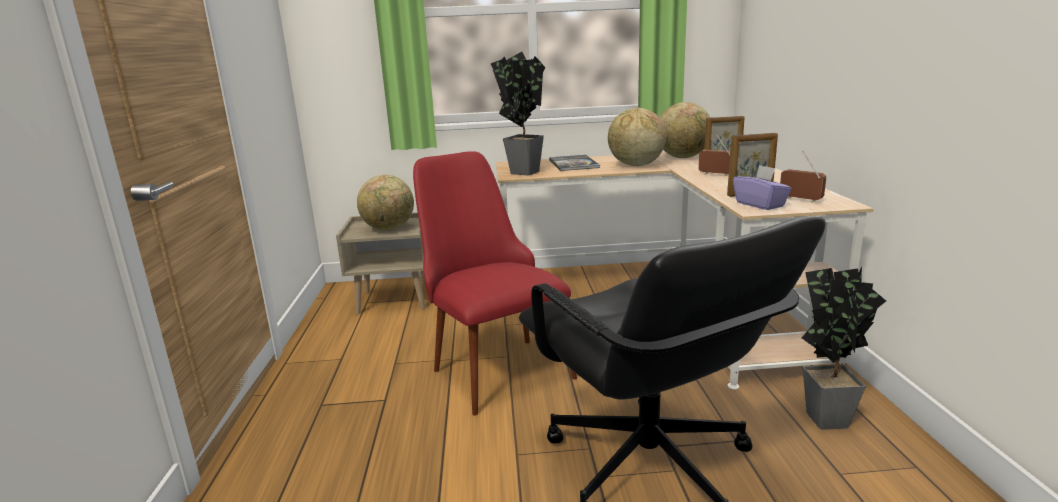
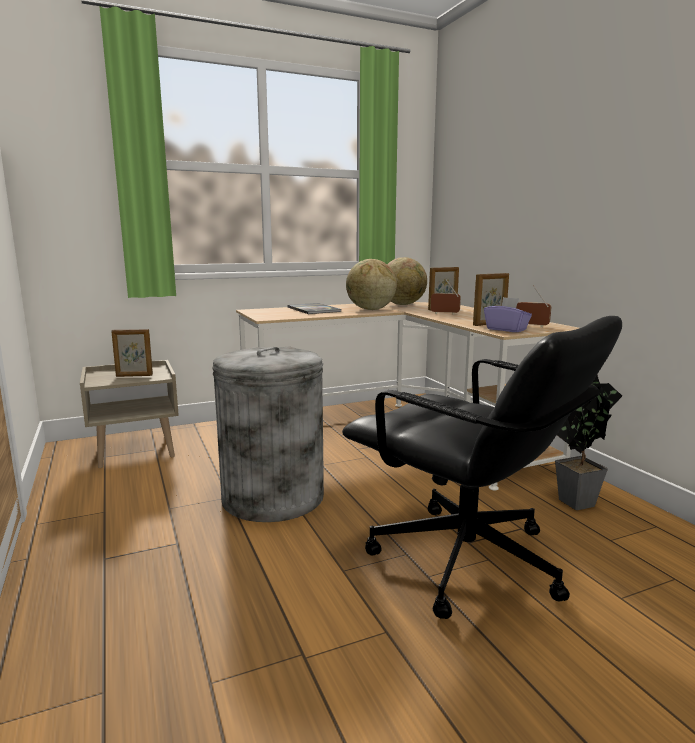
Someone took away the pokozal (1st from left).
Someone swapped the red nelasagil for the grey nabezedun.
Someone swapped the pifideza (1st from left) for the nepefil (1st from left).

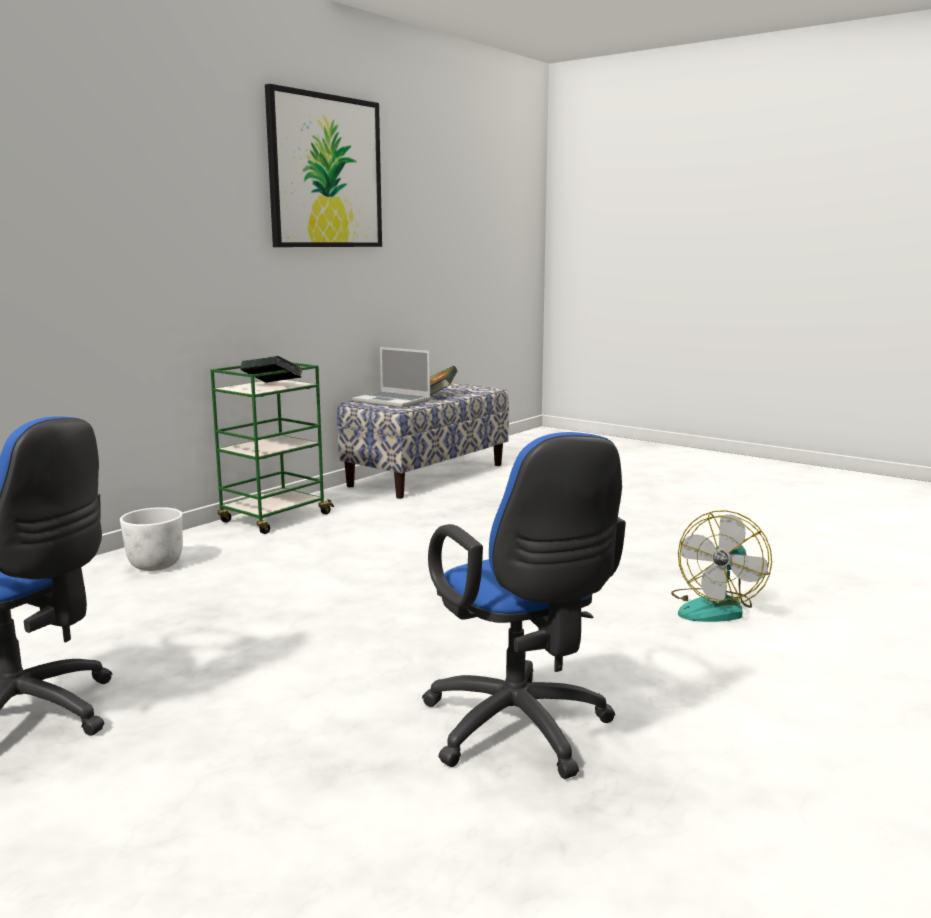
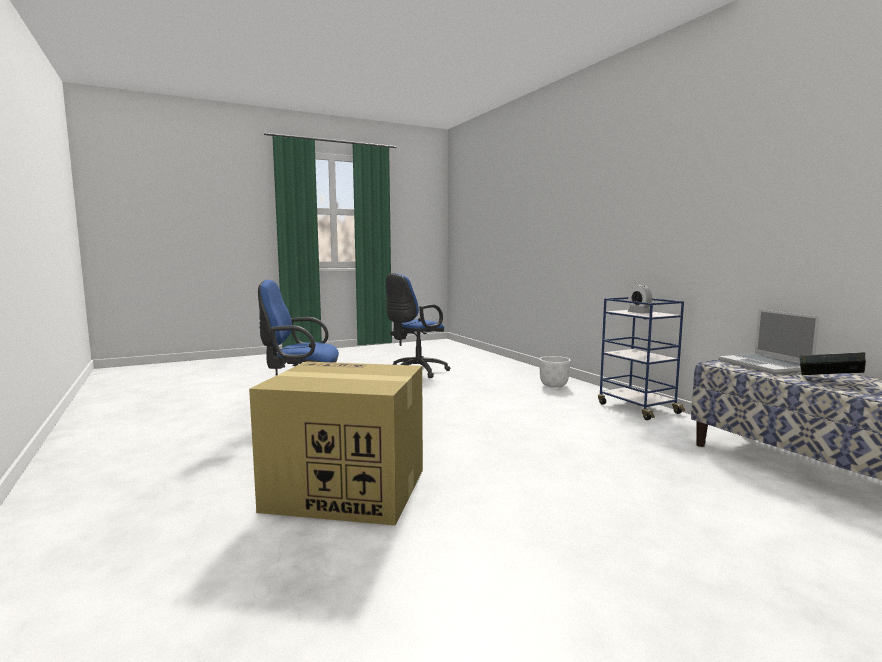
Someone took away the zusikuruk.
Someone rotated the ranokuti by 75 degrees counterclockwise.
Someone swapped the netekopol (1st from left) for the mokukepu.
Someone repainted the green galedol, which became the blue galedol.
Someone swapped the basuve for the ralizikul.

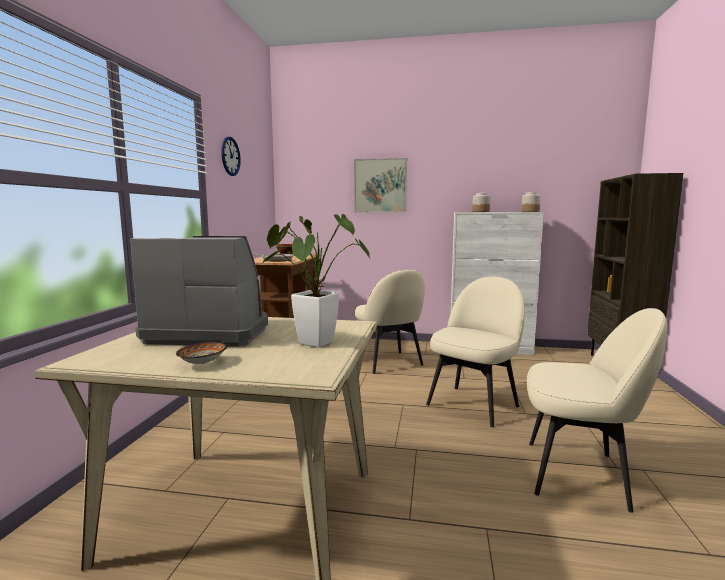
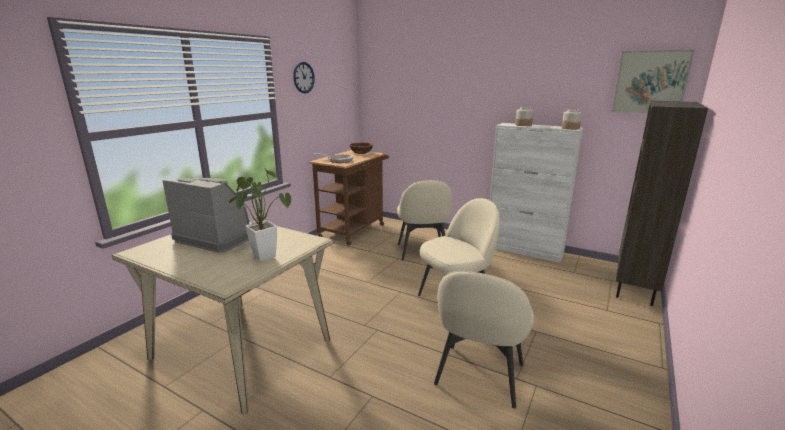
Someone carried the zusikuruk.
Someone rotated the beige nelasagil (3rd from left) by 75 degrees clockwise.
Someone took away the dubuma (1st from left).

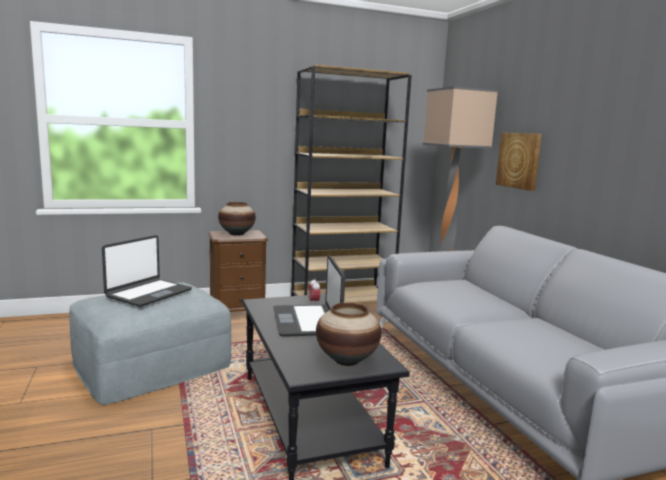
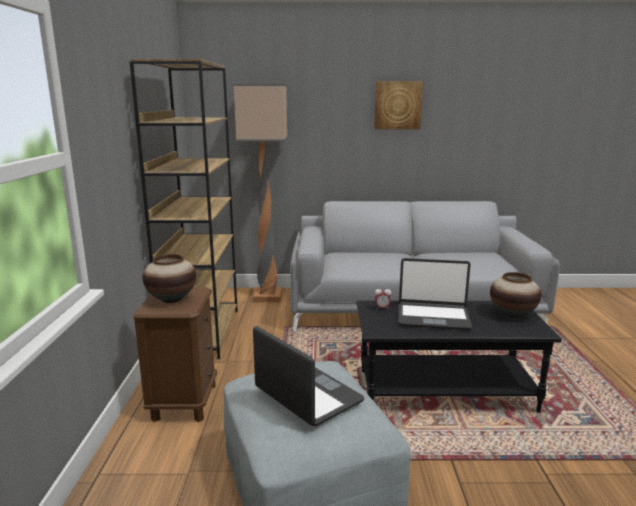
Someone carried the zusikuruk.

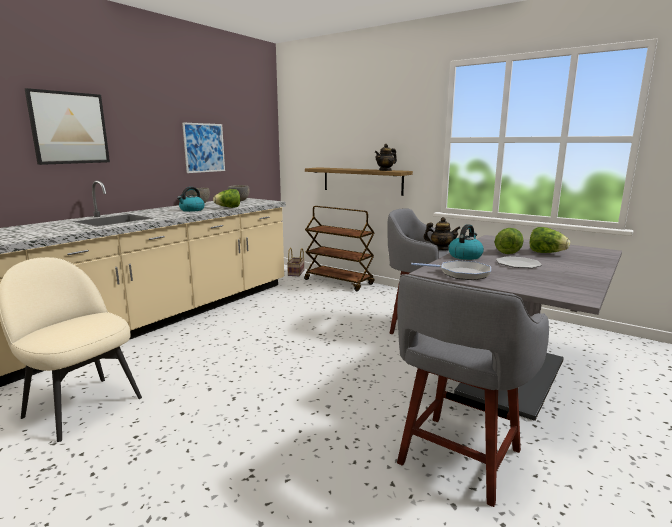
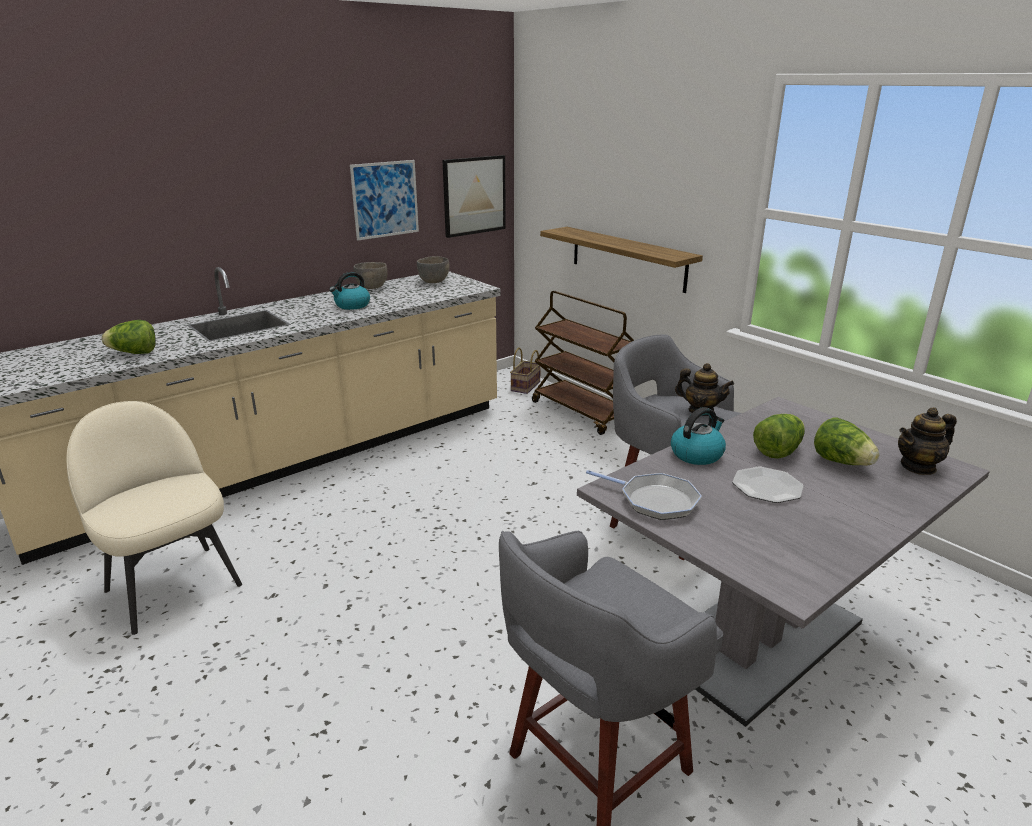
Someone carried the zusikuruk (1st from left in the first image).
Someone carried the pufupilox (1st from left in the first image).
Someone carried the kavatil (1st from left).

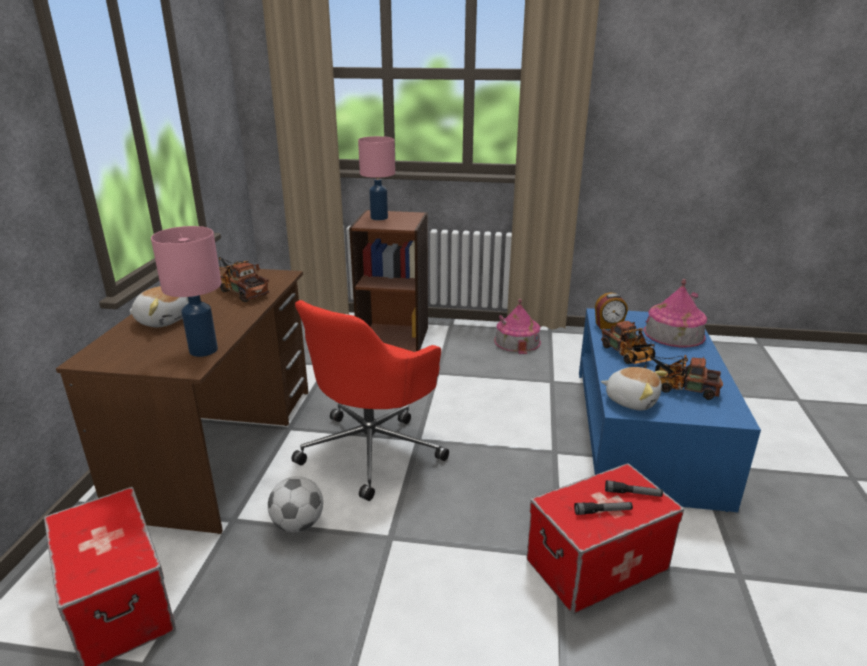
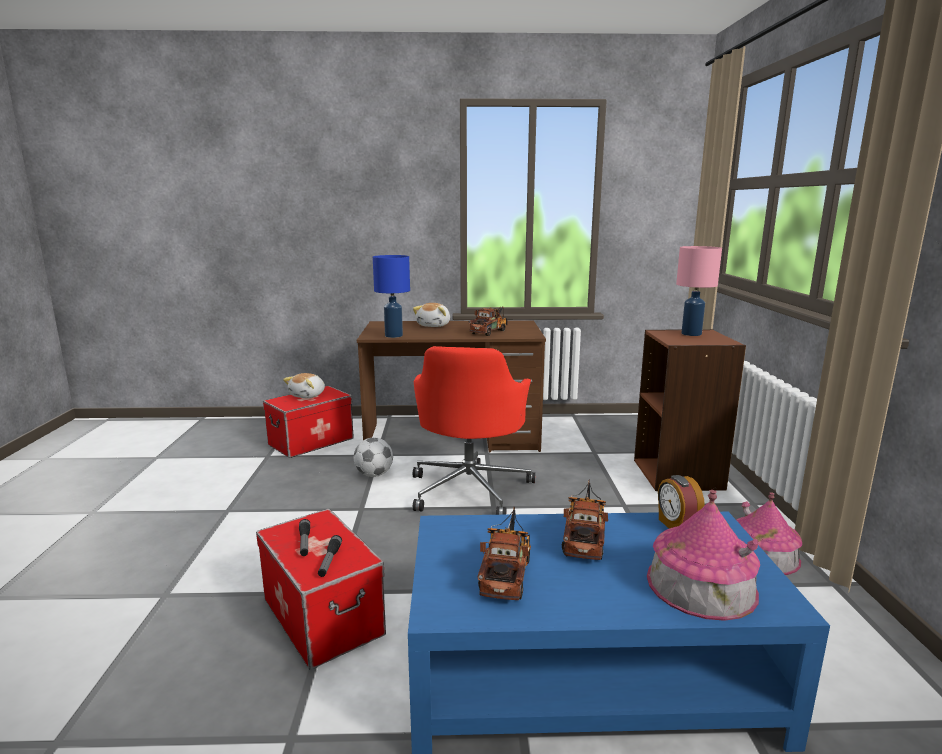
Someone repainted the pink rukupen (1st from left), which became the blue rukupen.
Someone rotated the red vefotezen by 105 degrees counterclockwise.
Someone rotated the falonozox (2nd from left in the first image) by 135 degrees clockwise.
Someone carried the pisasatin (2nd from left in the first image).

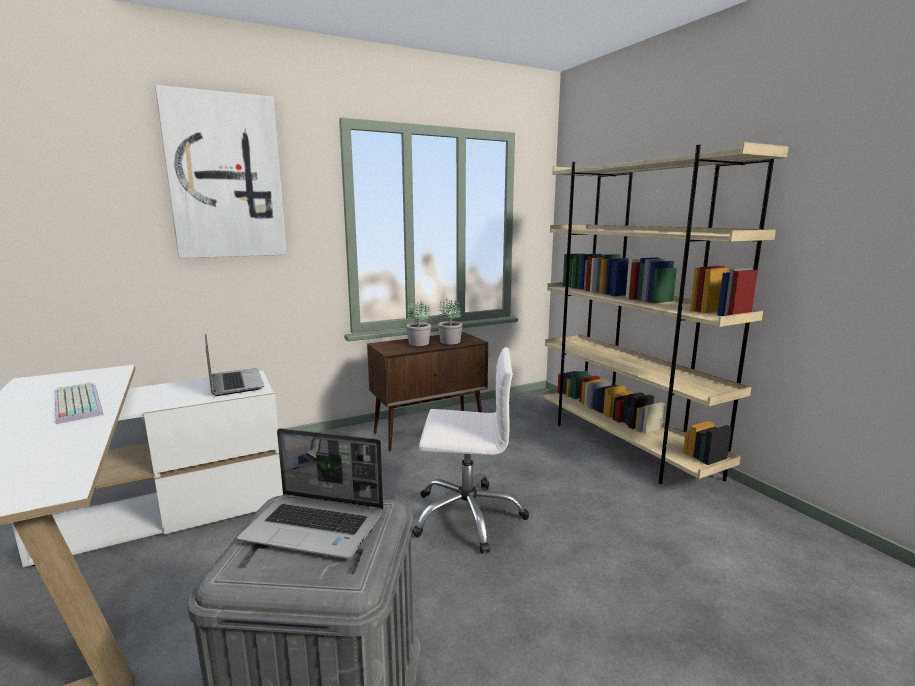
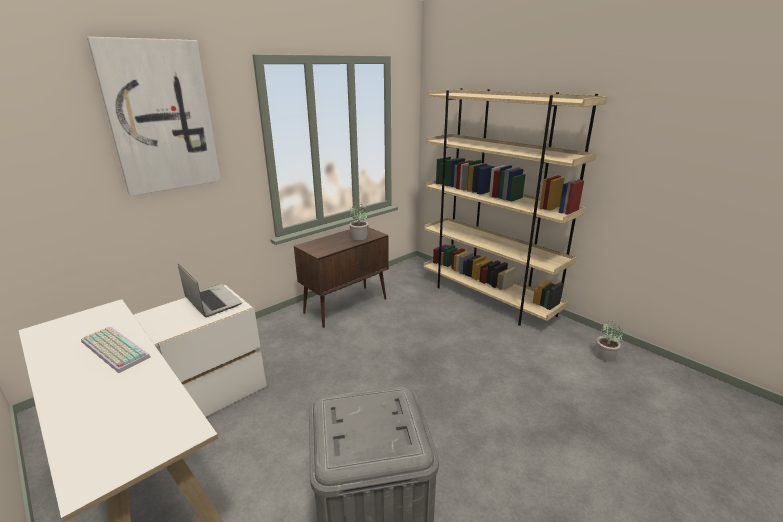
Someone carried the pokozal (1st from left in the first image).
Someone took away the white vefotezen.
Someone took away the ranokuti (2nd from left).

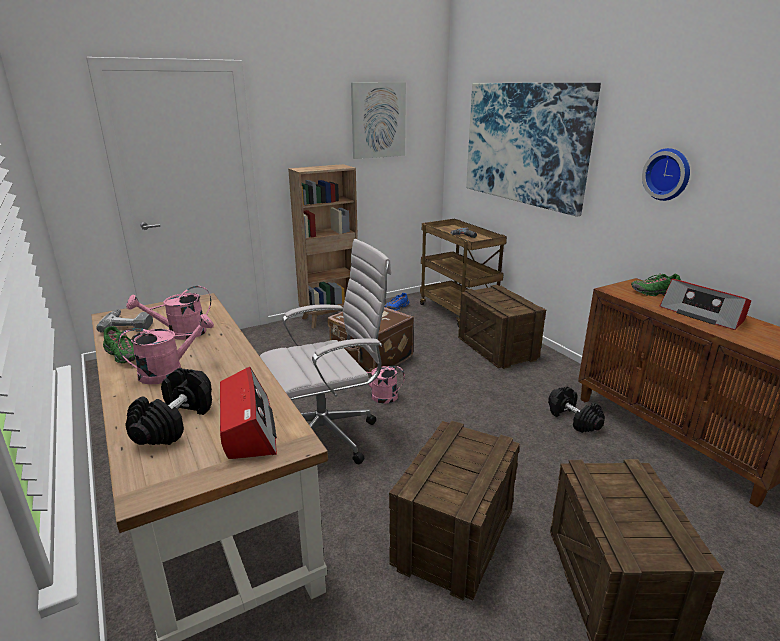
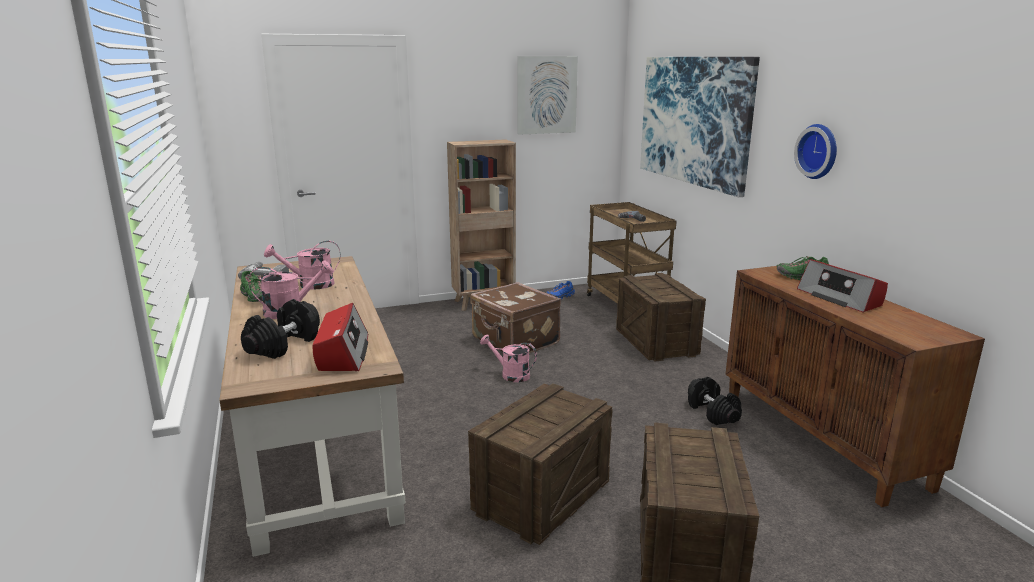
Someone took away the white vefotezen.

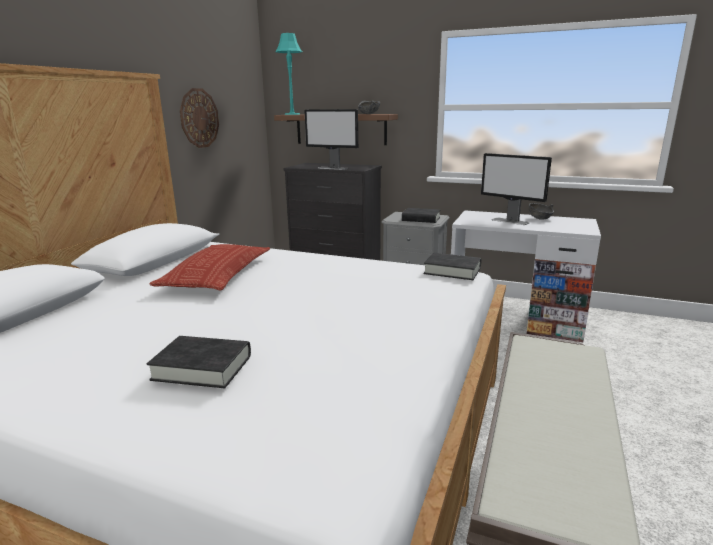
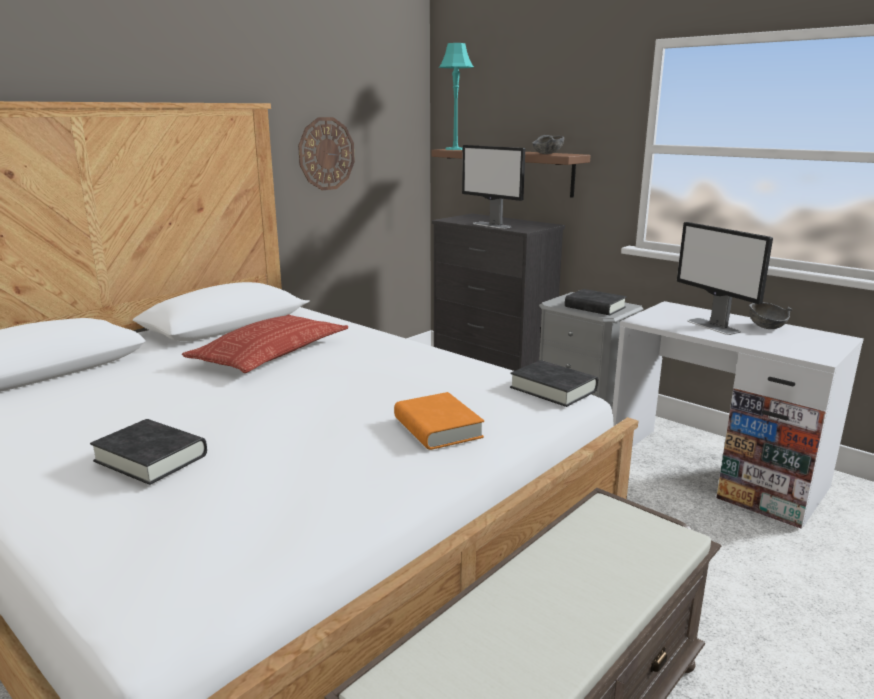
Someone put down the orange netekopol.

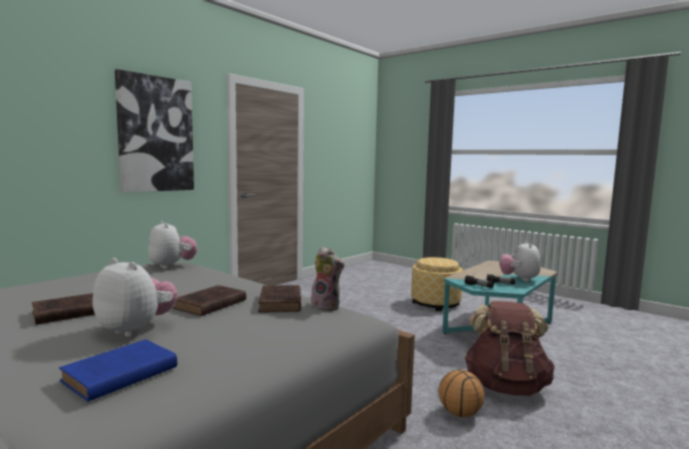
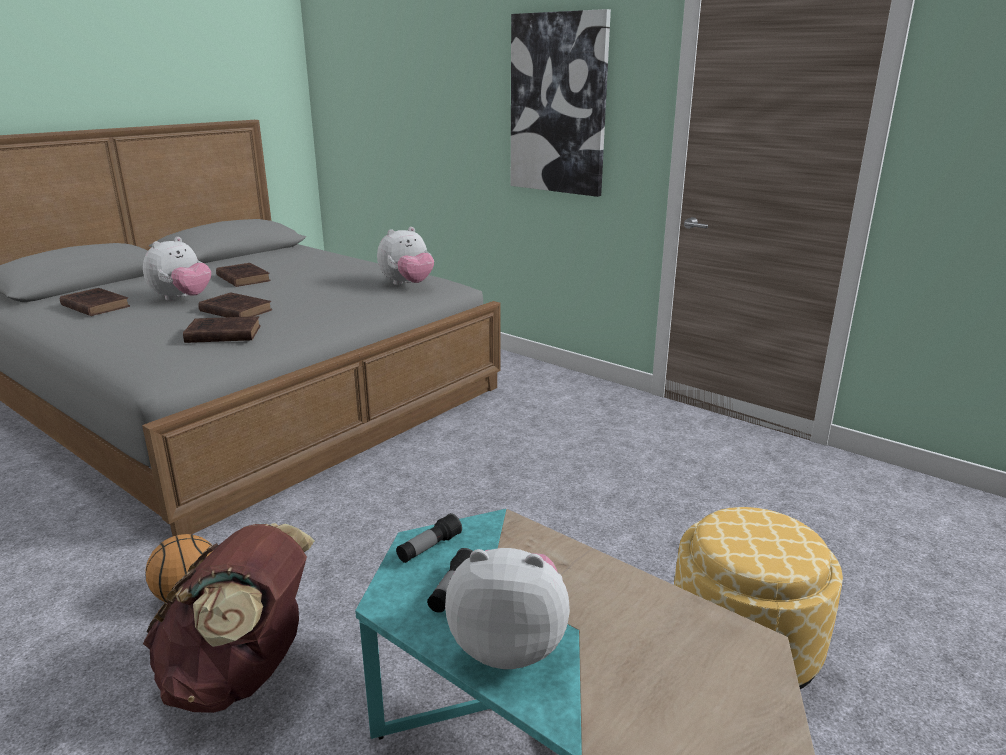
Someone took away the pisasatin (3rd from left).
Someone repainted the blue netekopol, which became the brown netekopol (1st from left).

